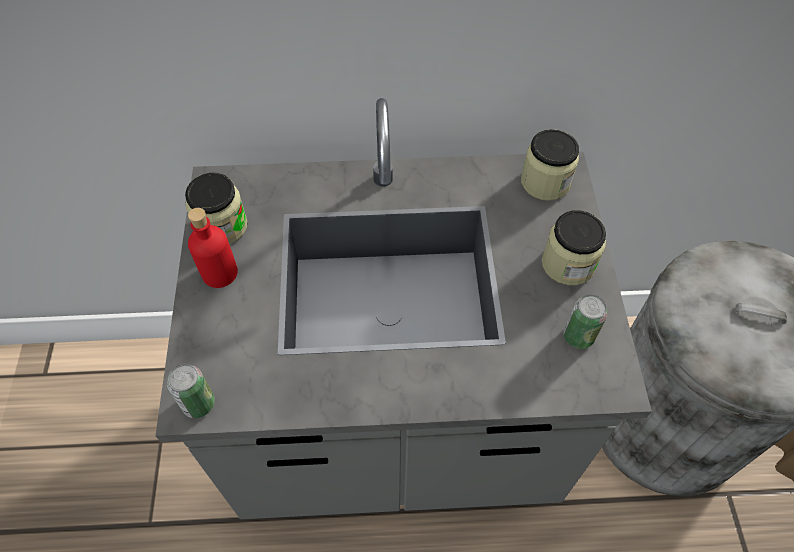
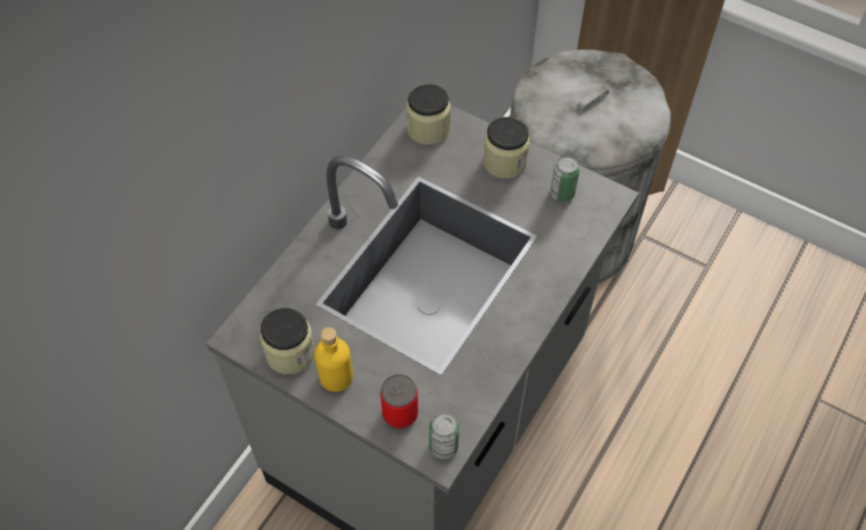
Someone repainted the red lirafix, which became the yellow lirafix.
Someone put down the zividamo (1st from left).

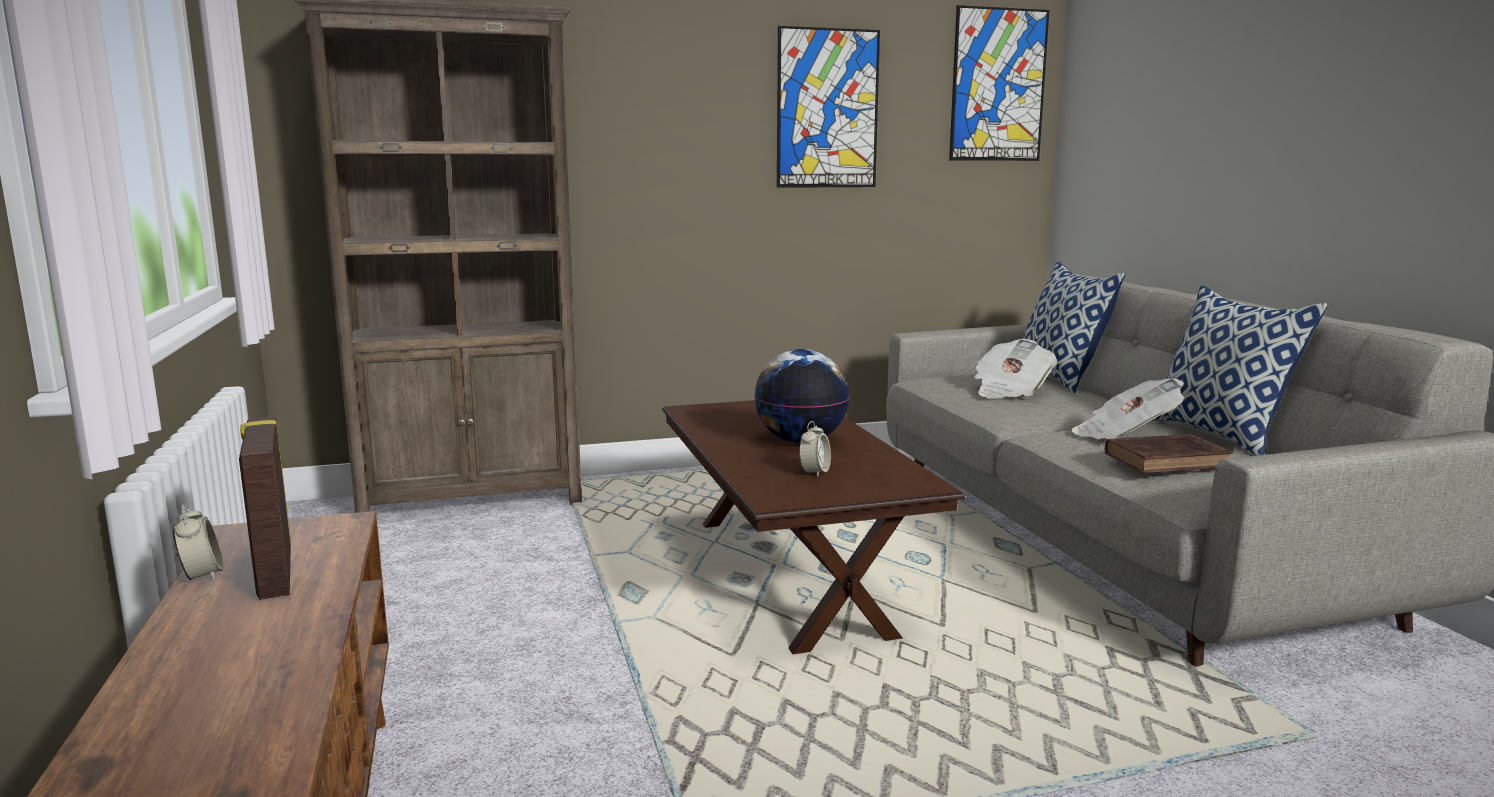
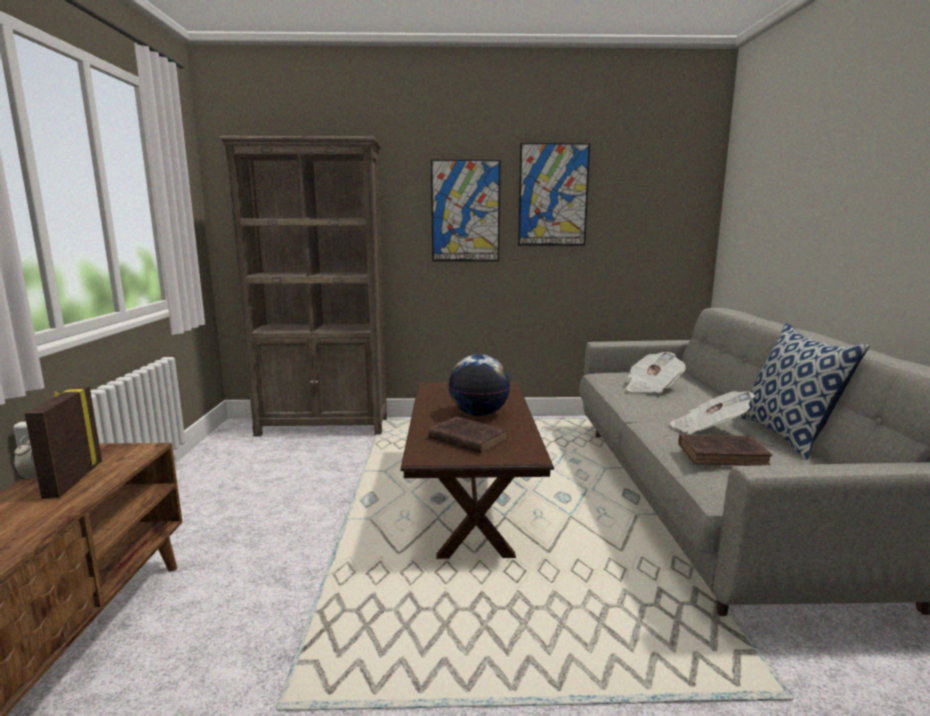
Someone carried the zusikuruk (2nd from left in the first image).
Someone took away the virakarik (1st from left).
Someone swapped the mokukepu (2nd from left) for the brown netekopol (1st from left).

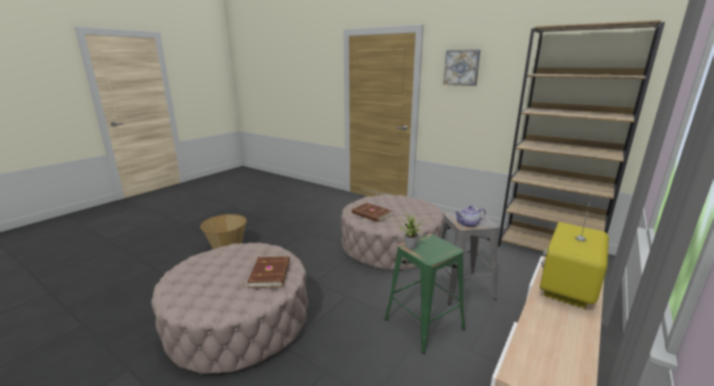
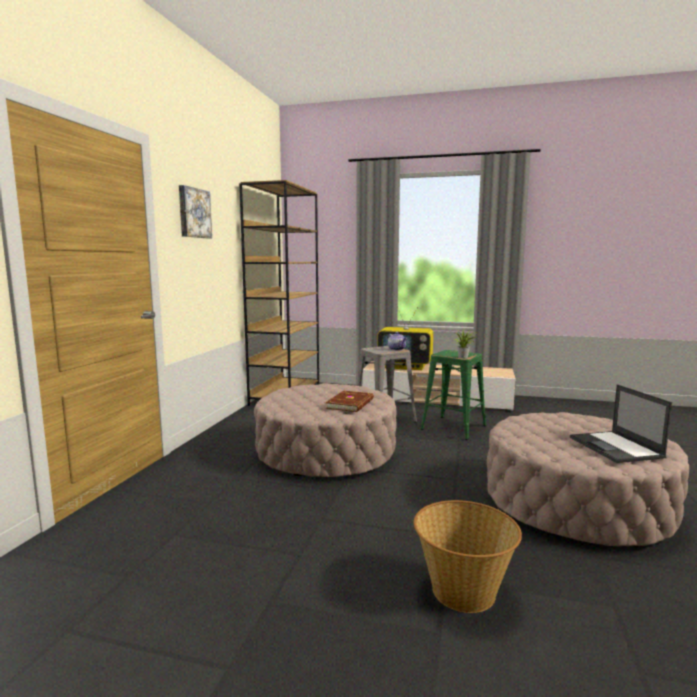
Someone took away the brown netekopol (1st from left).
Someone put down the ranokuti.

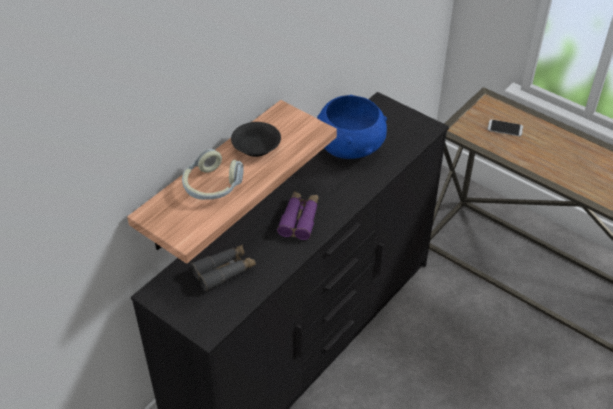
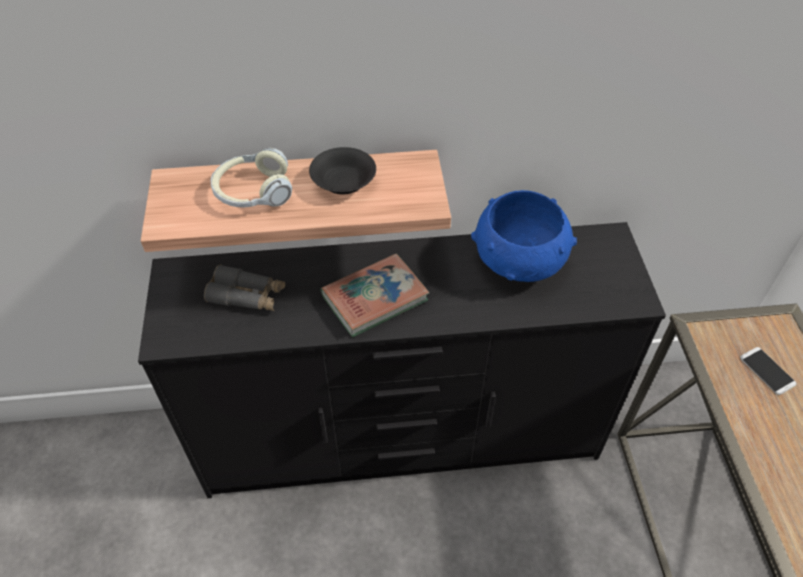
Someone swapped the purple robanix for the netekopol.

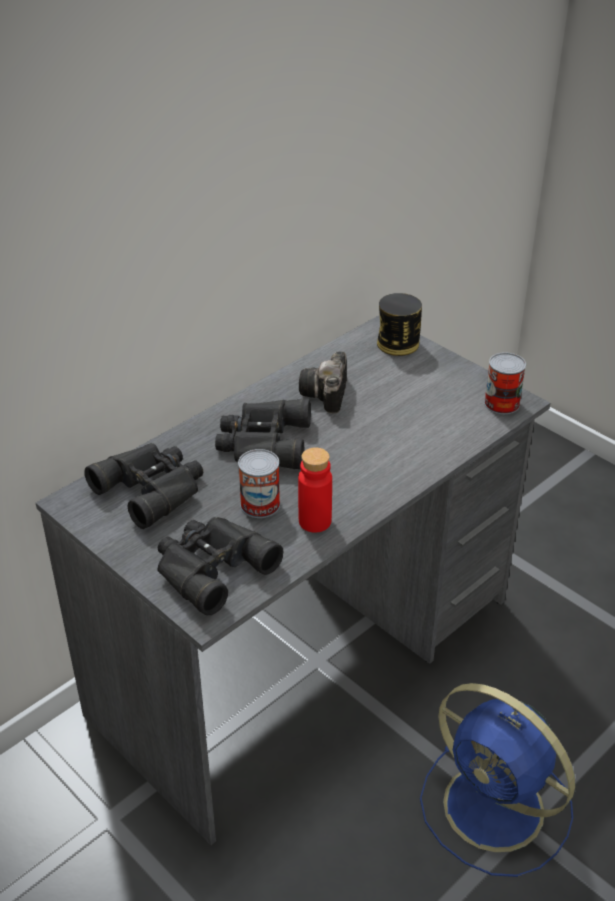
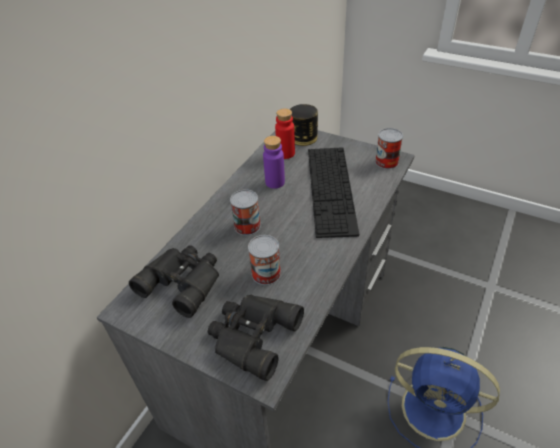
Someone swapped the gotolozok for the purple lirafix.
Someone swapped the black robanix (3rd from left) for the zividamo (1st from left).
Someone carried the red lirafix.
Someone put down the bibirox.

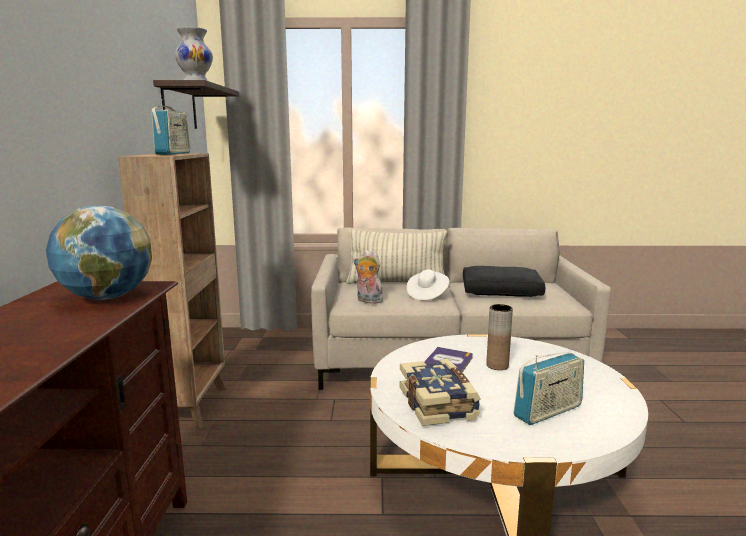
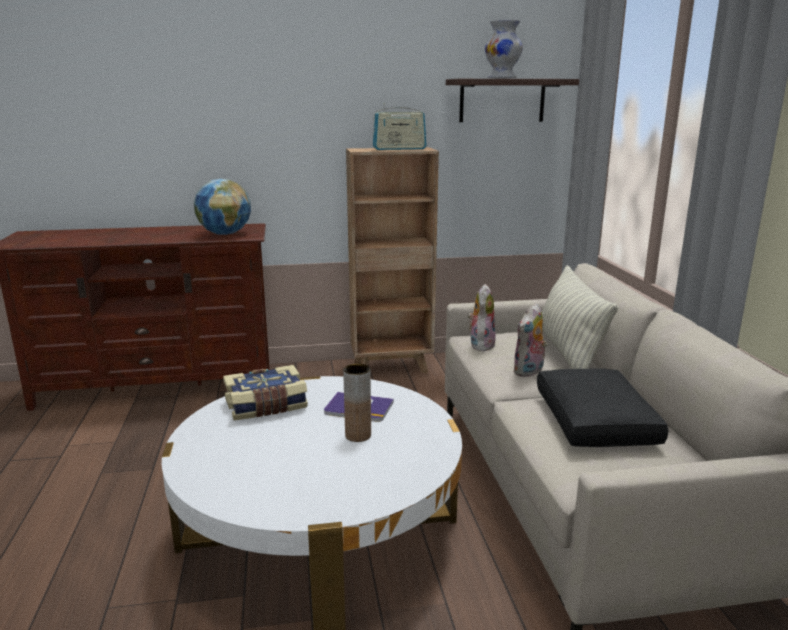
Someone swapped the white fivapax for the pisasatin (2nd from left).
Someone took away the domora (2nd from left).

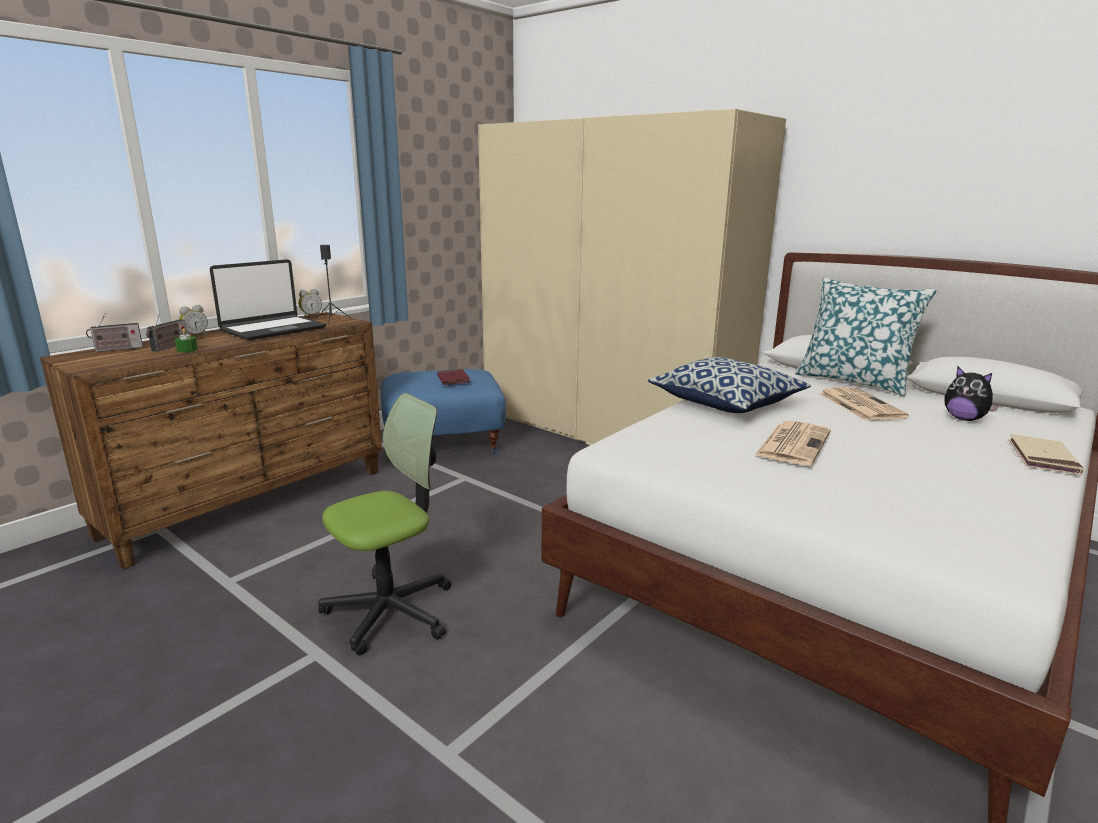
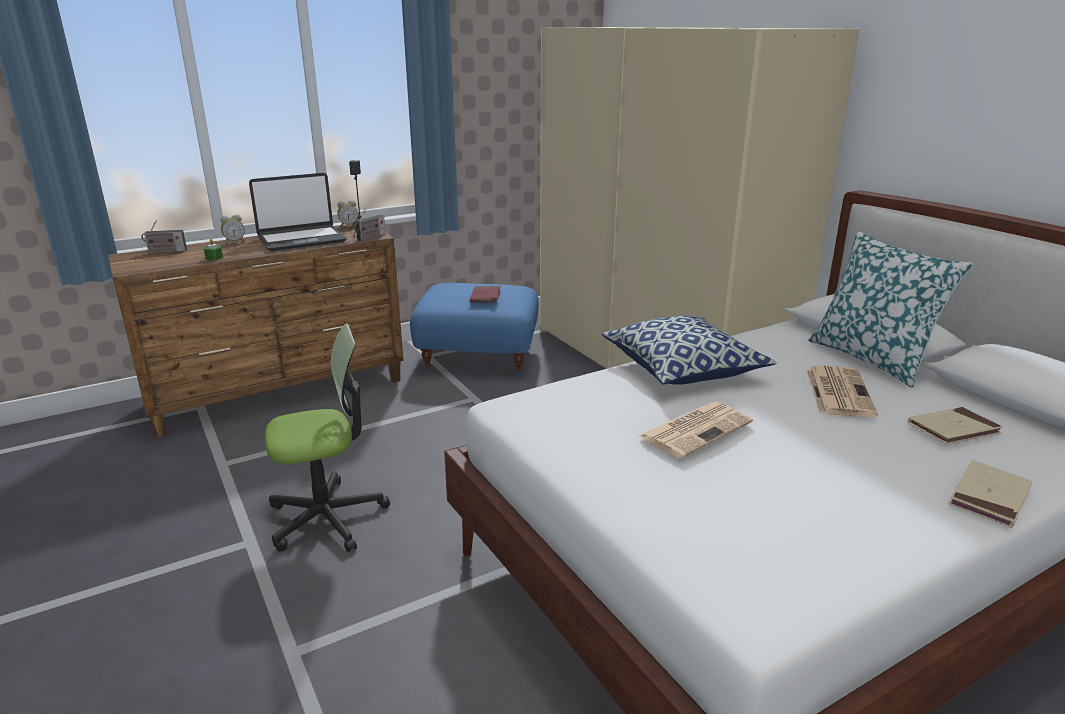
Someone carried the domora (2nd from left).
Someone swapped the pisasatin for the beige netekopol (1st from left).

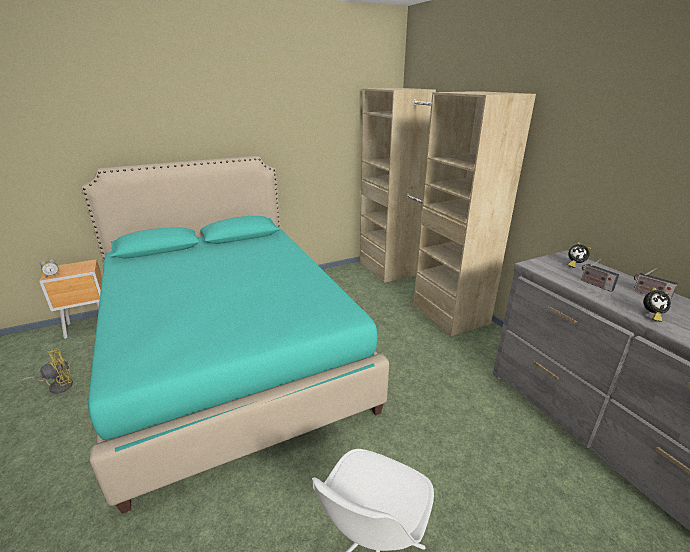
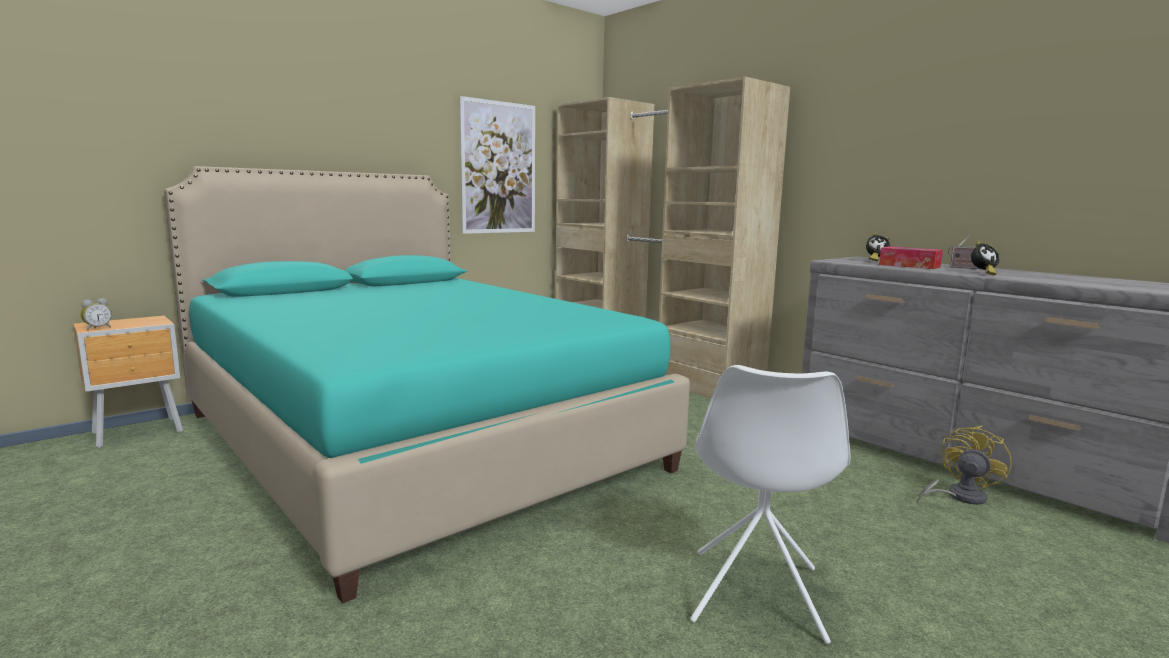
Someone swapped the domora (1st from left) for the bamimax.
Someone carried the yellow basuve.
Someone put up the zusikuruk.

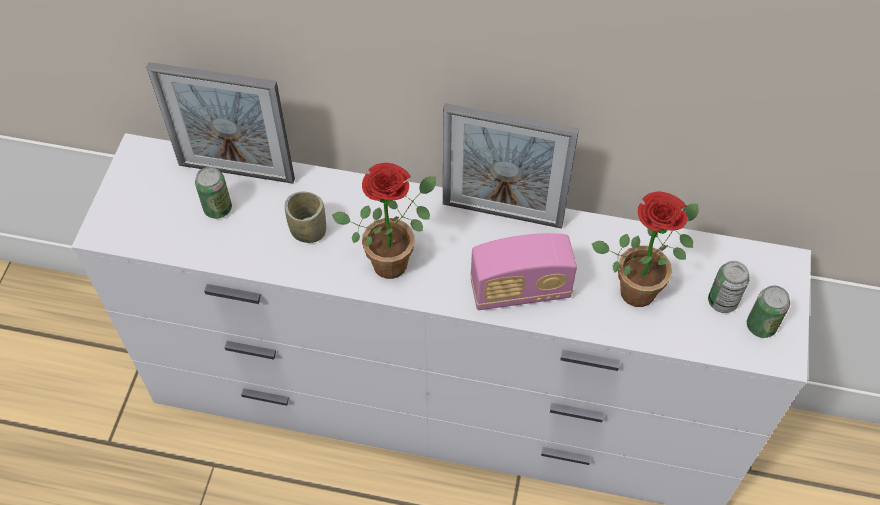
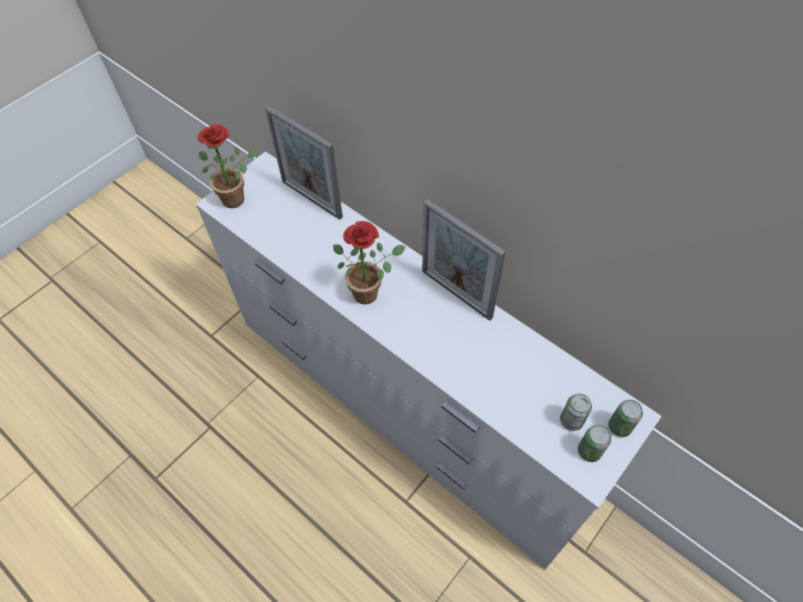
Someone carried the zividamo (1st from left in the first image).
Someone took away the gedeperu.
Someone carried the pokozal (2nd from left in the first image).
Someone took away the domora.

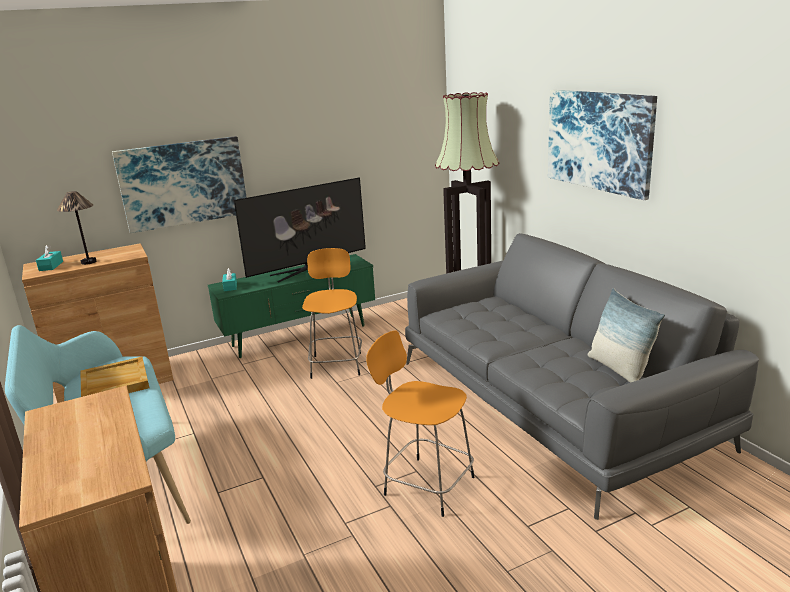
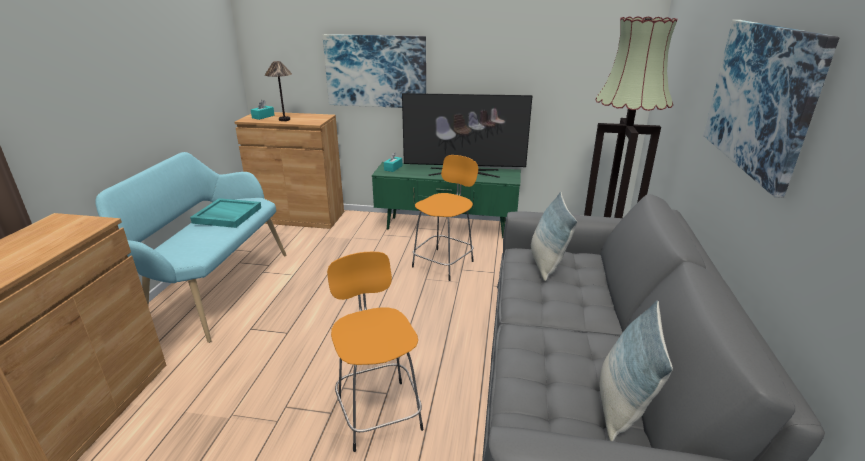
Someone repainted the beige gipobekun, which became the turquoise gipobekun.
Someone put down the virakarik (1st from left).

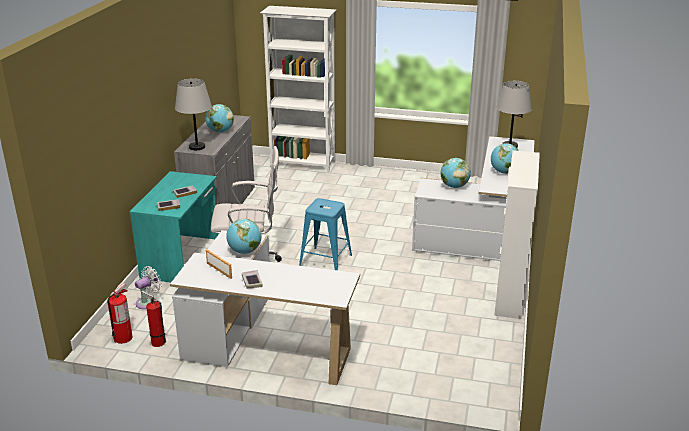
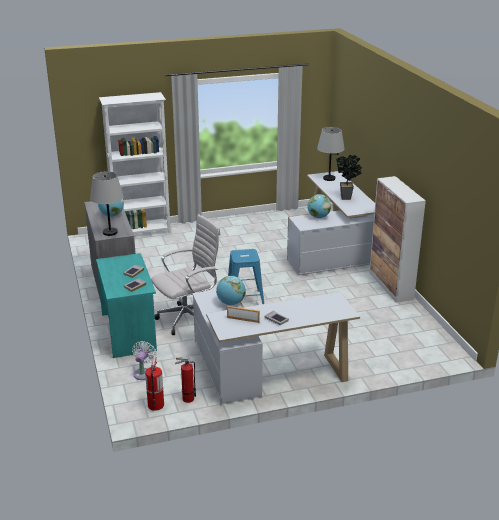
Someone swapped the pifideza (4th from left) for the pokozal.

